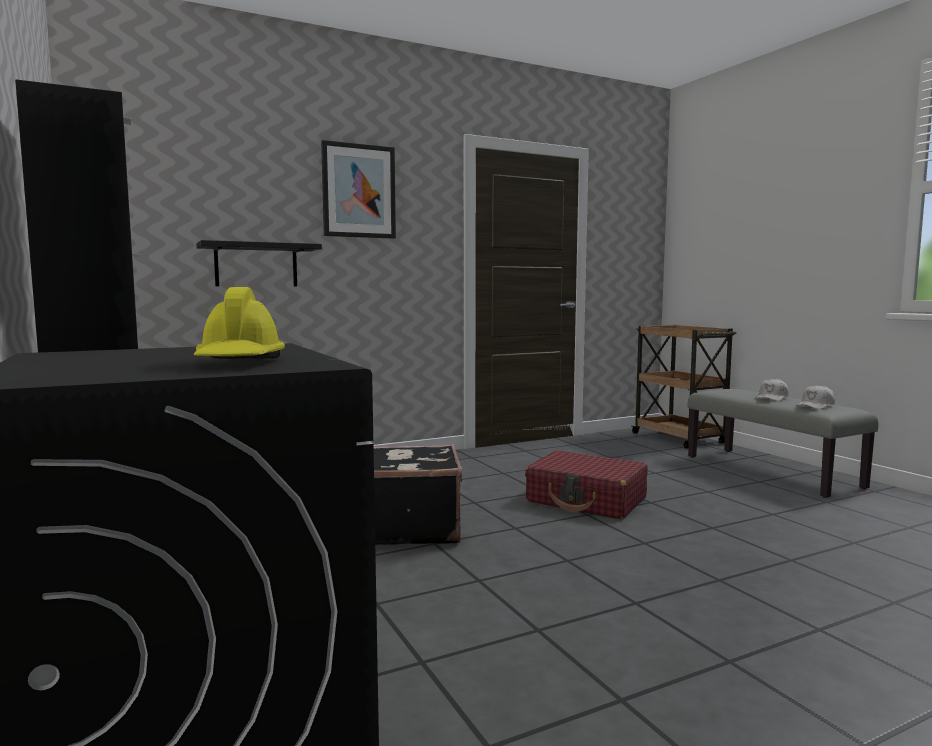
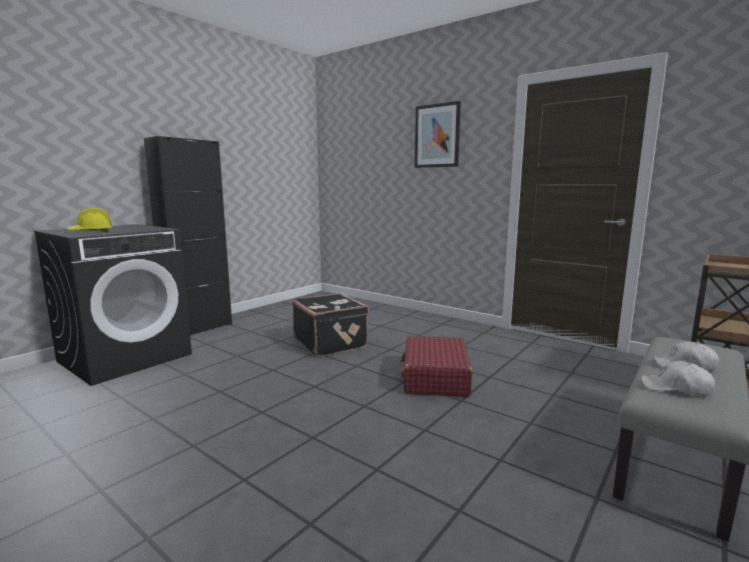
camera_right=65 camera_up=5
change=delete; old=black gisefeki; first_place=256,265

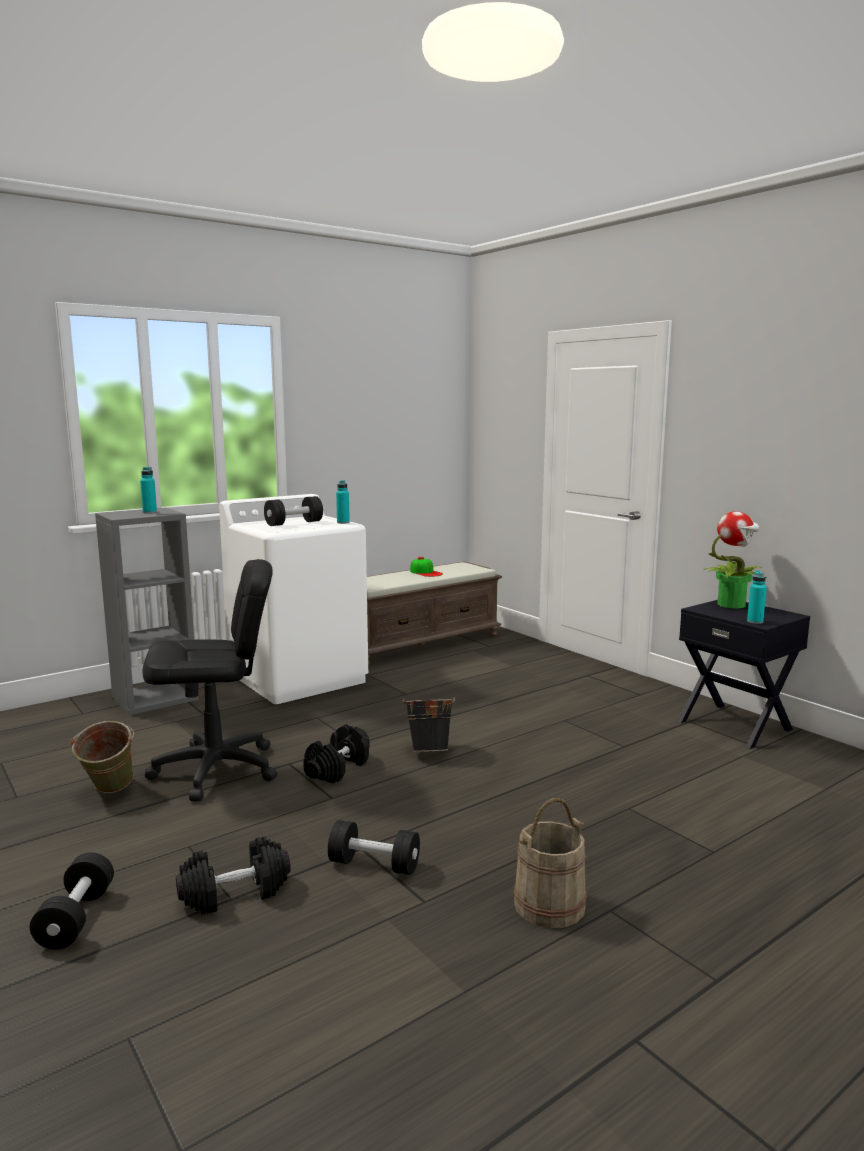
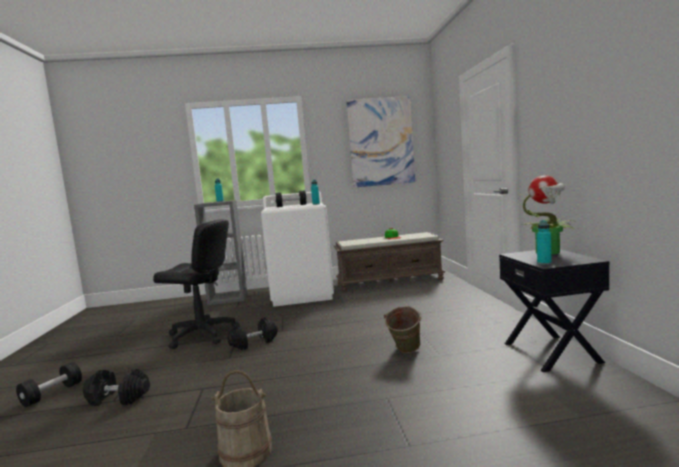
camera_right=30 camera_up=-5
change=delete; old=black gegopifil; first_place=429,750
change=move; old=green gegopifil; first_place=108,792; second_place=405,352
change=delete; old=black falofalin; first_place=374,865
change=insert; new=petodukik; second_place=381,142

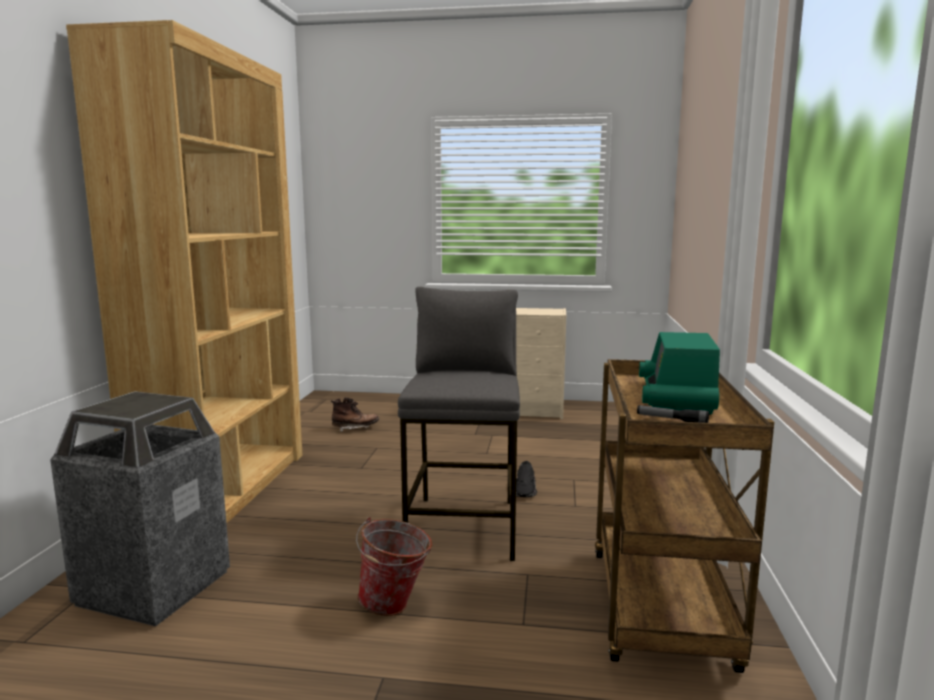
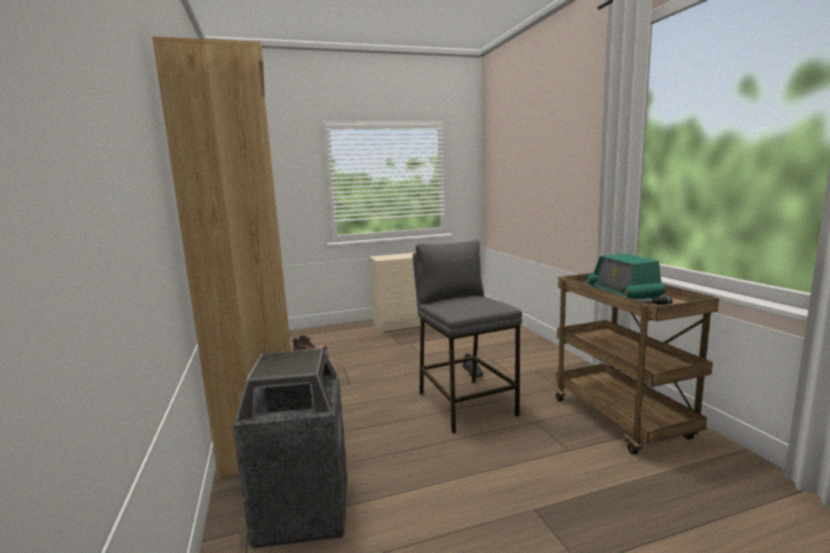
camera_right=-25 camera_up=0
change=delete; old=gegopifil; first_place=395,606

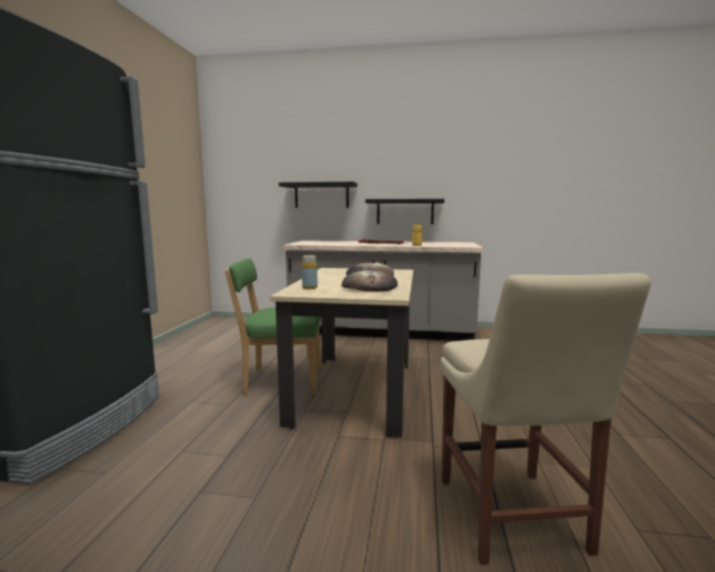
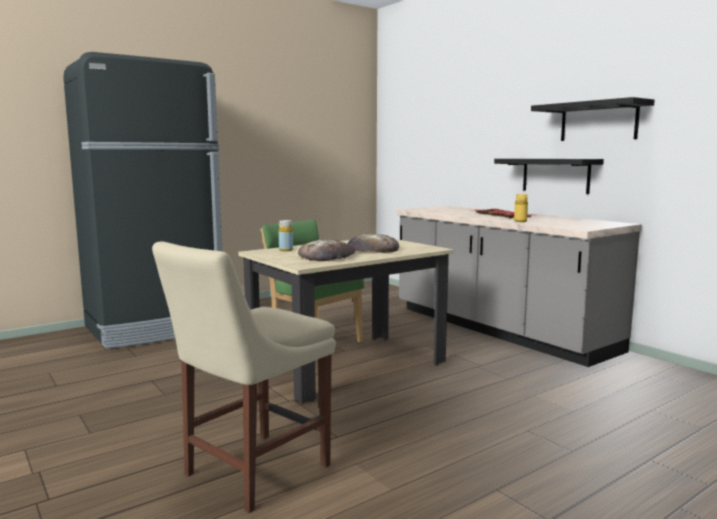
camera_right=45 camera_up=0
change=move; old=black gisefeki; first_place=321,195; second_place=598,122

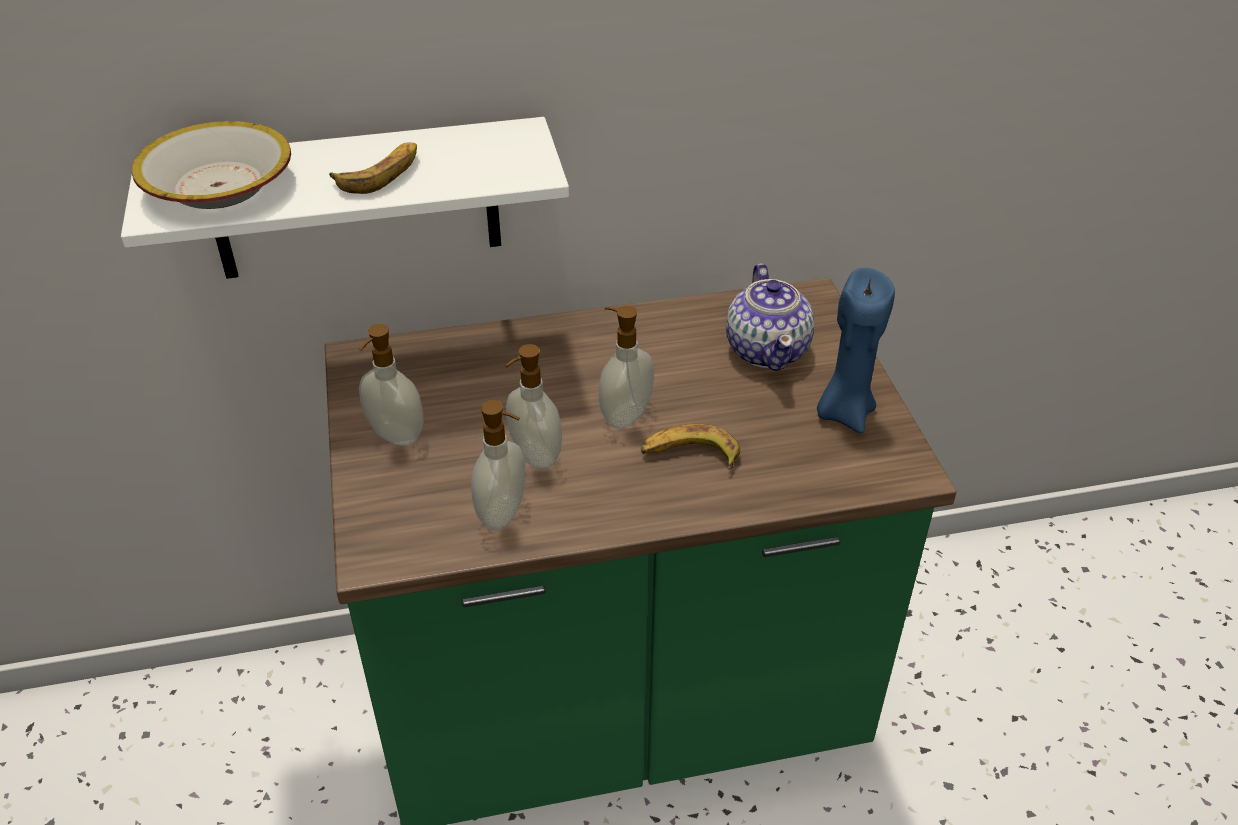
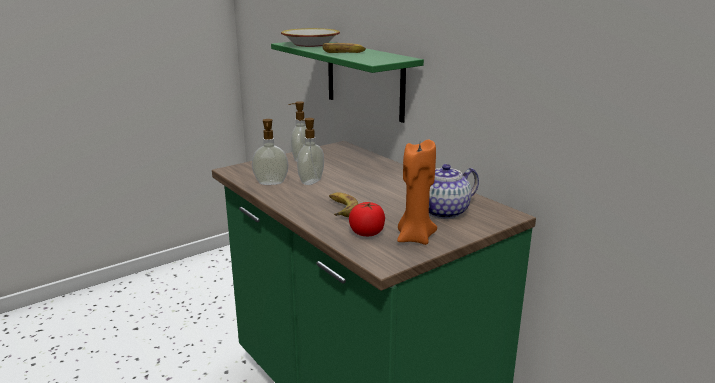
camera_right=65 camera_up=-20
change=recolor; old=white gisefeki; new=green gisefeki; first_place=355,200; second_place=364,79
change=recolor; old=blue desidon; new=orange desidon; first_place=844,412; second_place=415,238
change=delete; old=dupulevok; first_place=624,415
change=insert; new=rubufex; second_place=367,233

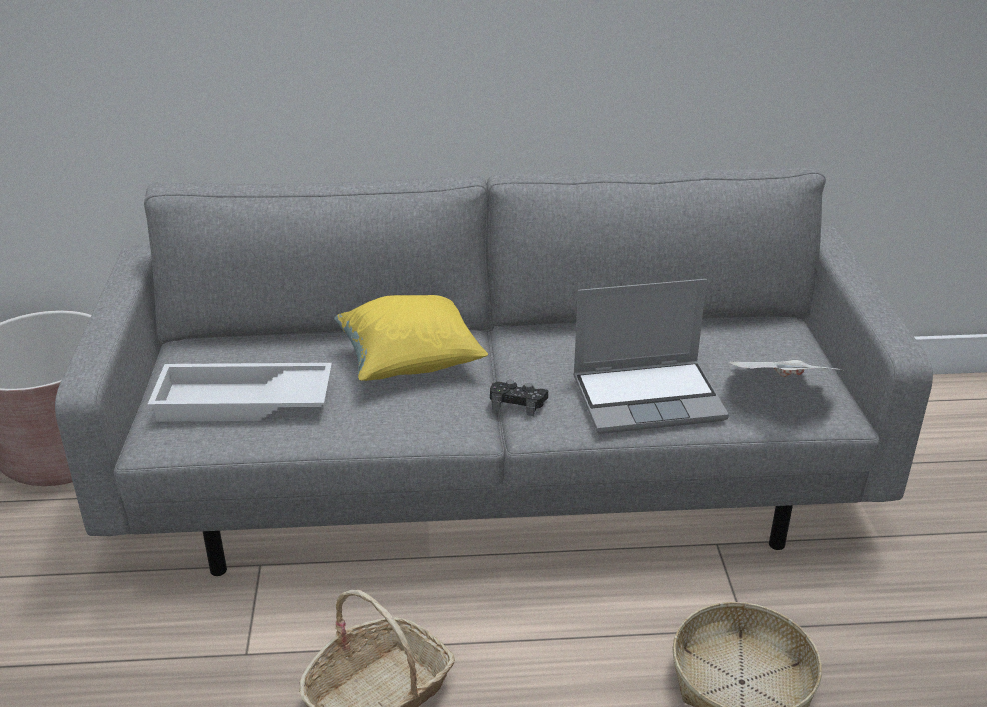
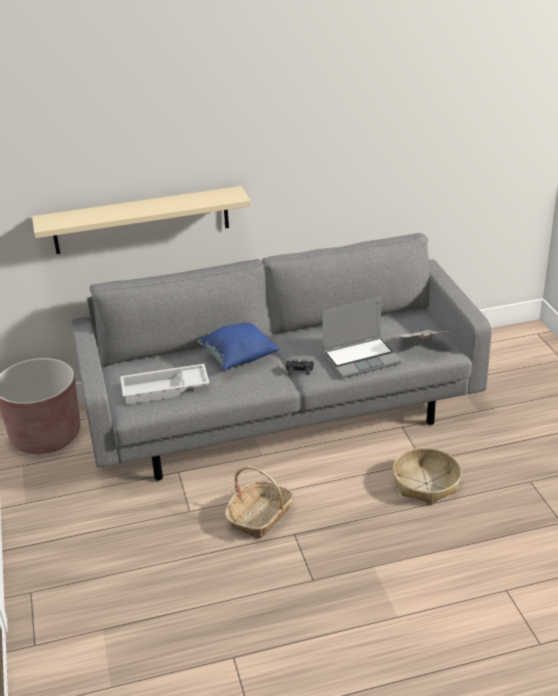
camera_right=-10 camera_up=0
change=recolor; old=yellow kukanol; new=blue kukanol; first_place=409,364; second_place=238,359
change=insert; new=beige gisefeki; second_place=141,220

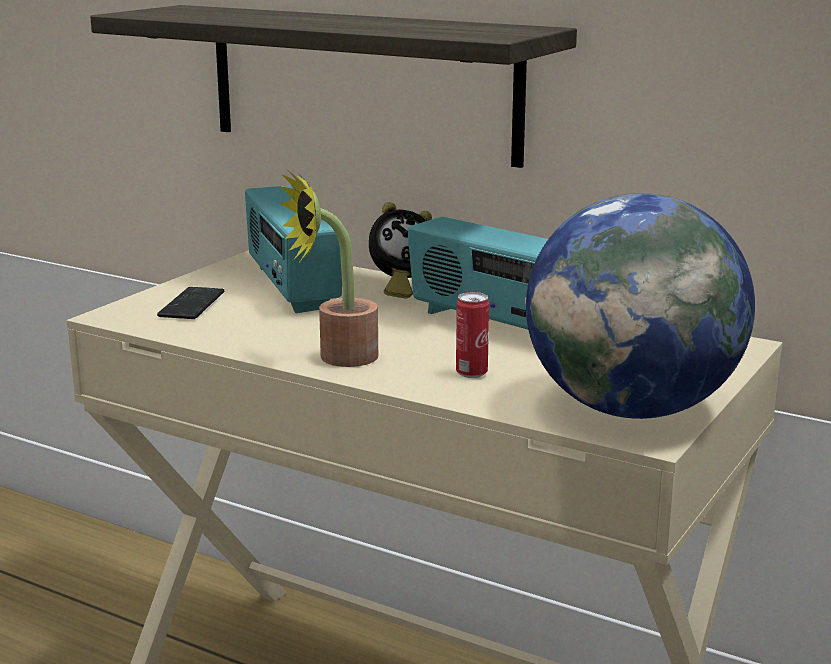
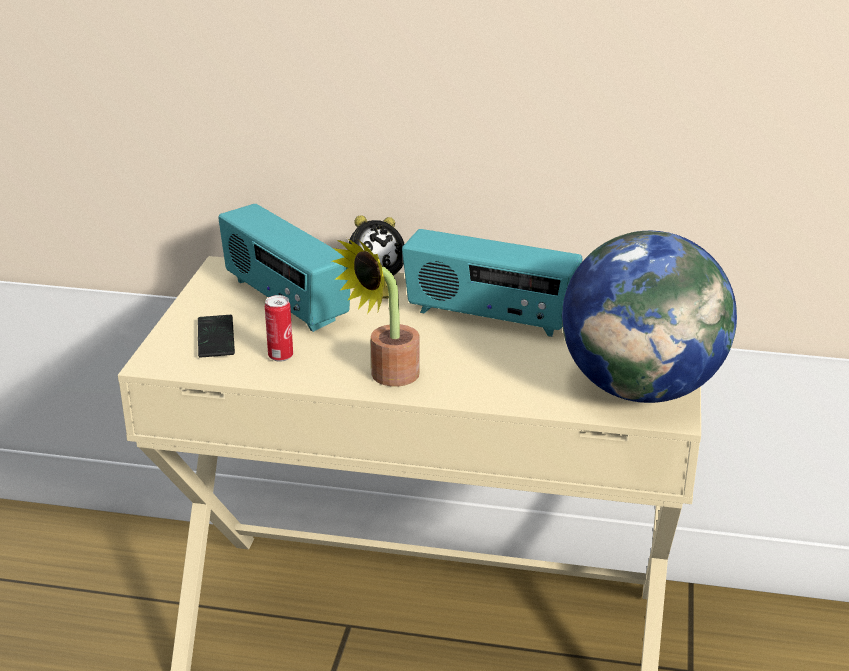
camera_right=-20 camera_up=10
change=delete; old=gisefeki; first_place=361,82
change=move; old=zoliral; first_place=471,373; second_place=280,356

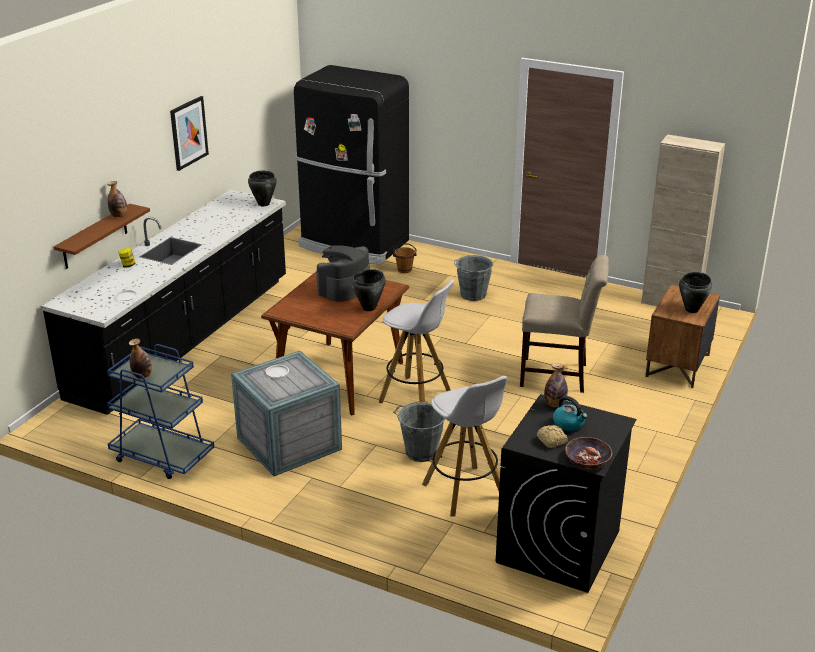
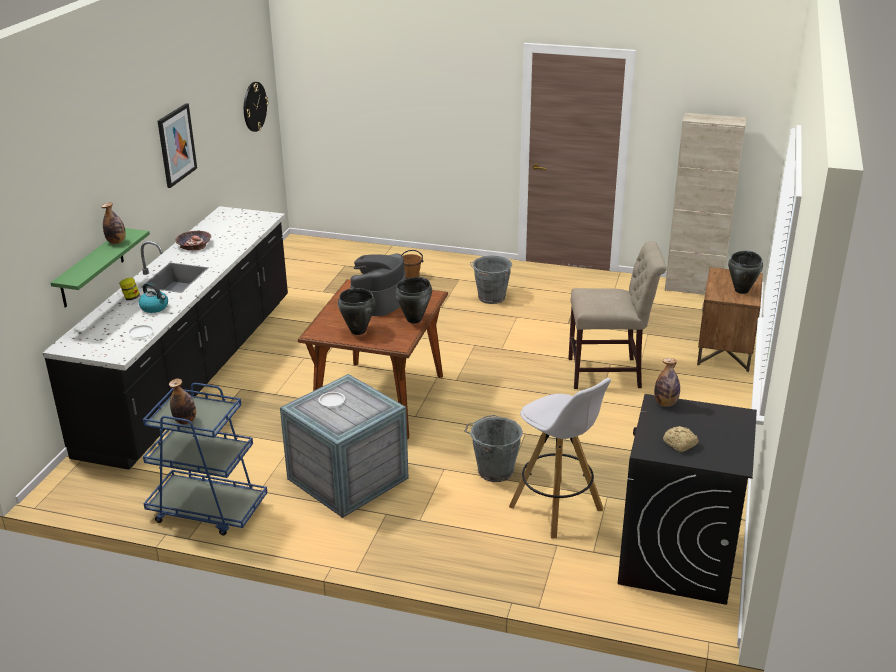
camera_right=-10 camera_up=0
change=delete; old=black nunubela; first_place=353,244
change=move; old=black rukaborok; first_place=263,204; second_place=358,331
change=recolor; old=brown gisefeki; new=green gisefeki; first_place=95,237; second_place=92,268
change=delete; old=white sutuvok; first_place=416,396
change=move; old=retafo; first_place=569,423; second_place=155,307
change=move; old=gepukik; first_place=587,459; second_place=194,245
change=insert; new=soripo; second_place=254,106

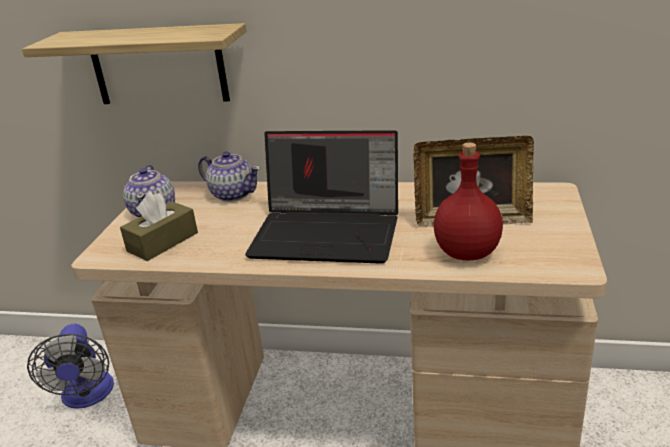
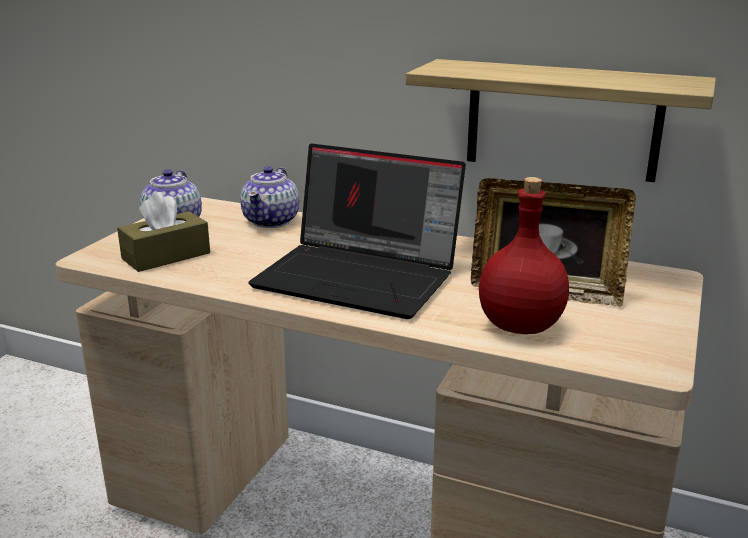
camera_right=10 camera_up=-5
change=move; old=gisefeki; first_place=158,65; second_place=562,120
change=rotate; old=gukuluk; first_place=233,194; second_place=272,221; degrees=60
change=delete; old=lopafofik; first_place=87,396

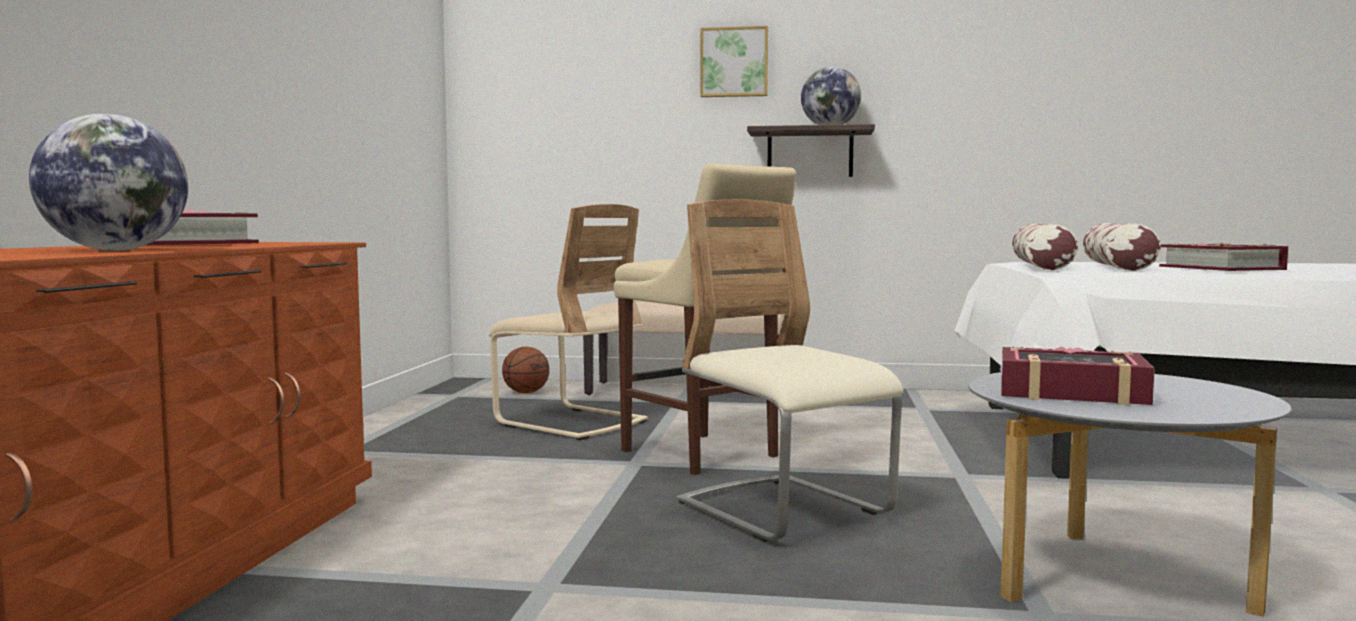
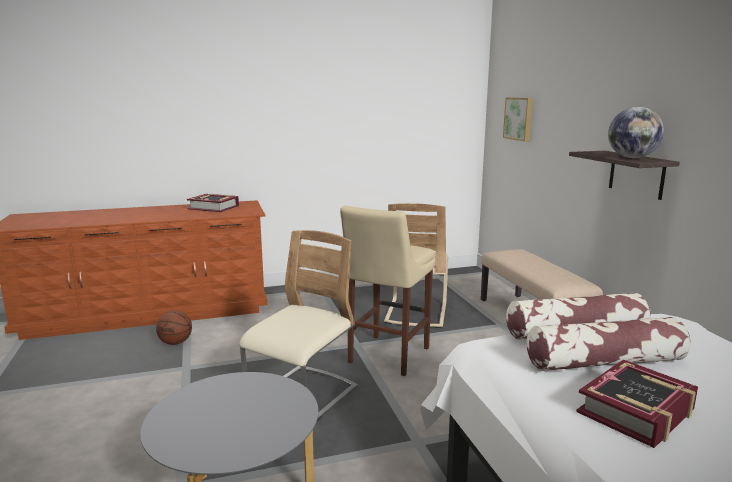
camera_right=65 camera_up=10
change=move; old=petodukik; first_place=734,62; second_place=519,118
change=delete; old=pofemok; first_place=115,250
change=move; old=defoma; first_place=526,392; second_place=176,342
change=delete; old=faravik; first_place=1071,392

